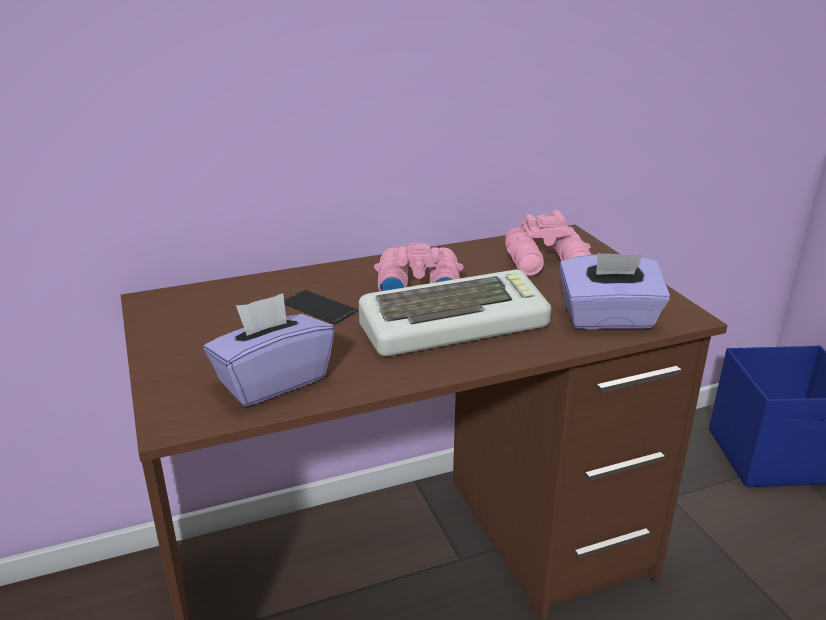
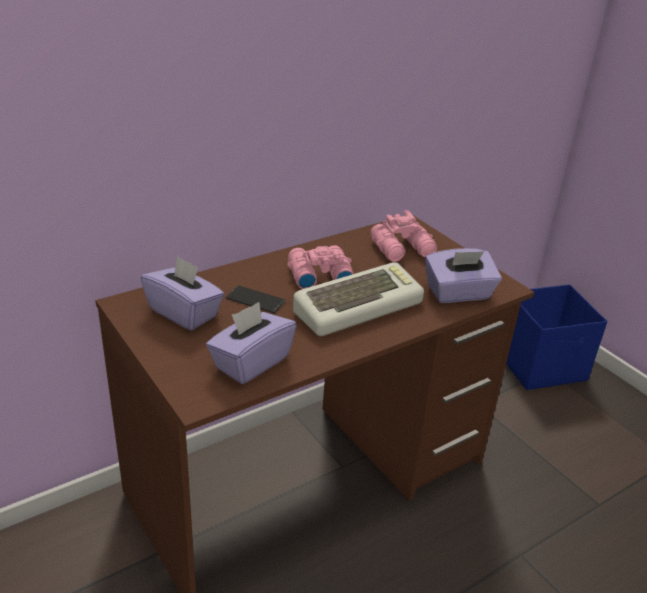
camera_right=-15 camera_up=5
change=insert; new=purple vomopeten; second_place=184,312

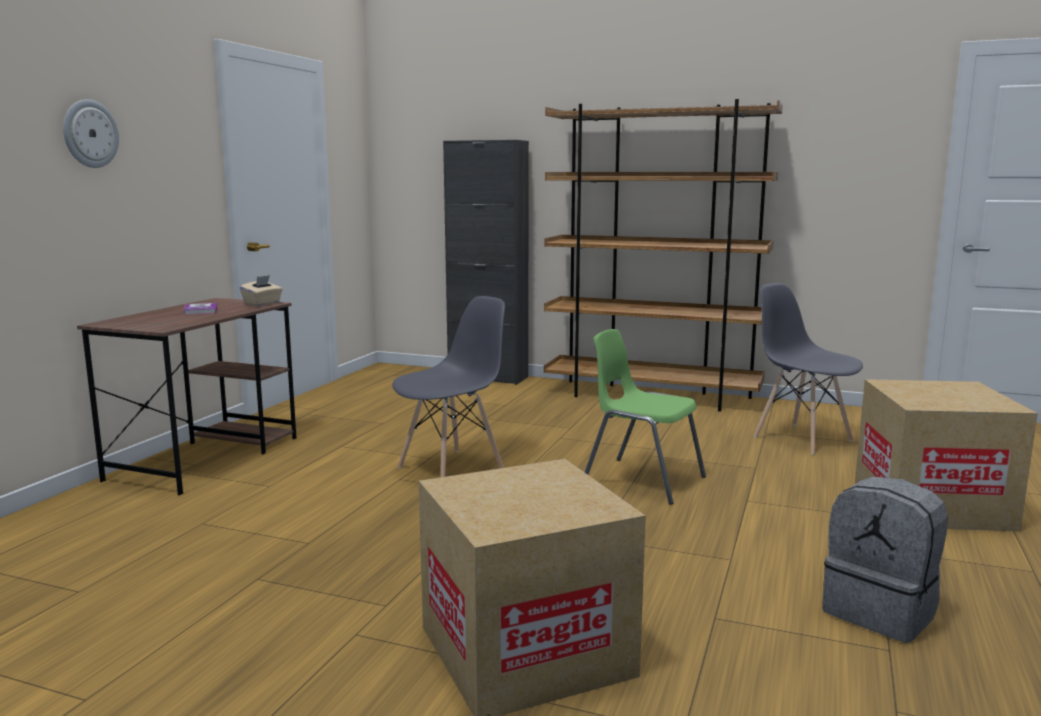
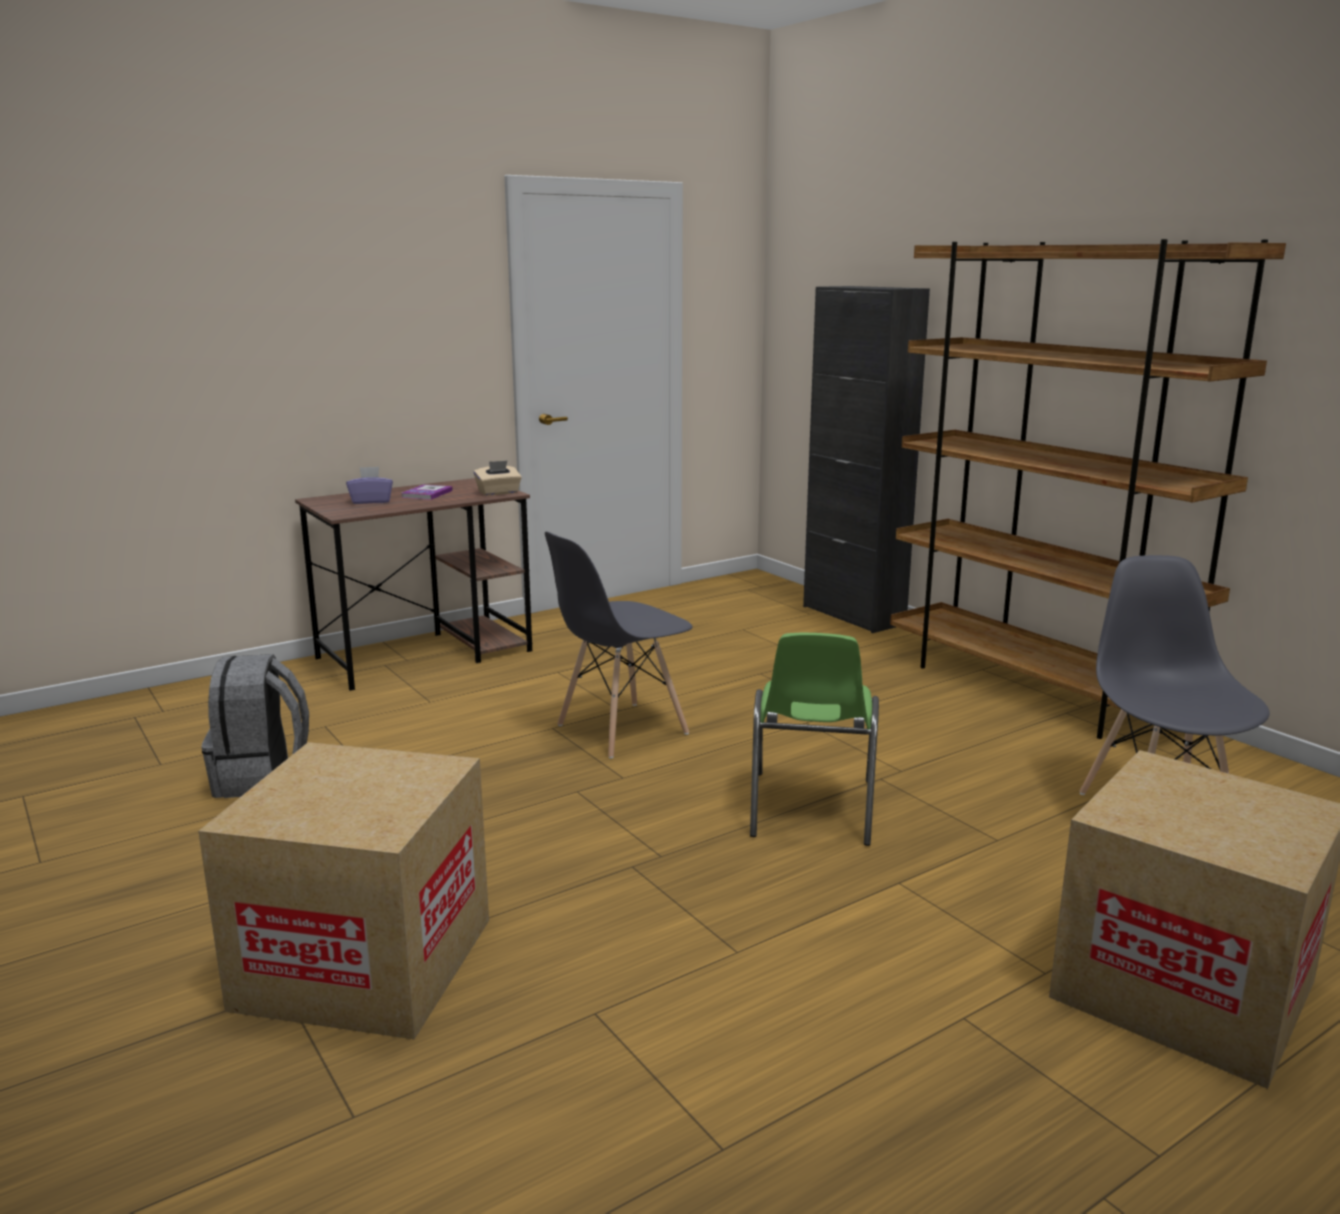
camera_right=35 camera_up=5
change=delete; old=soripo; first_place=90,134
change=rotate; old=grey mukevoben; first_place=451,468; second_place=621,730; degrees=150
change=rotate; old=green mukevoben; first_place=642,479; second_place=810,809; degrees=-150
change=move; old=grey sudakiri; first_place=881,612; second_place=261,778
change=insert; new=purple vomopeten; second_place=371,501

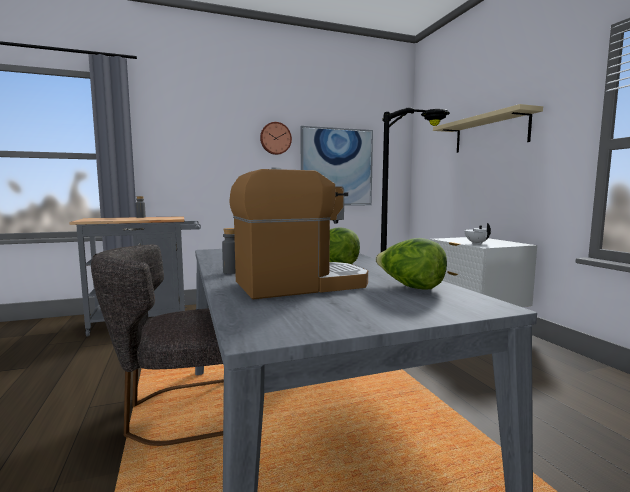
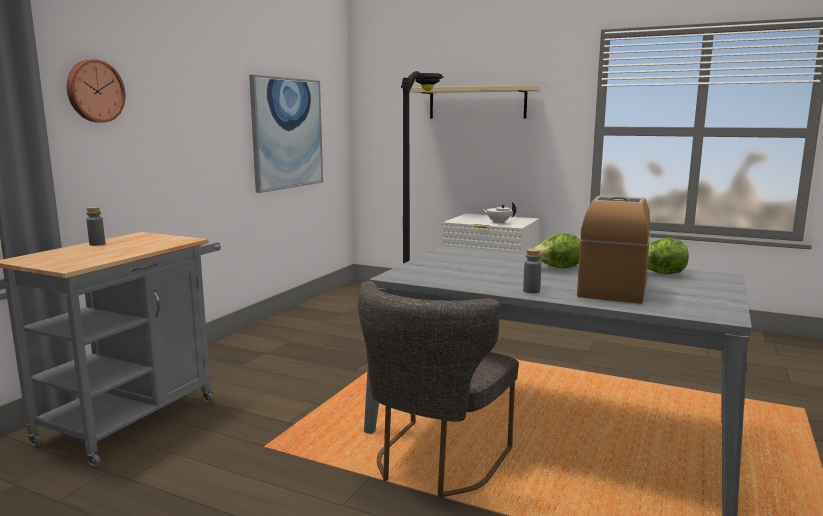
camera_right=-45 camera_up=5
change=move; old=soripo; first_place=275,138; second_place=94,91

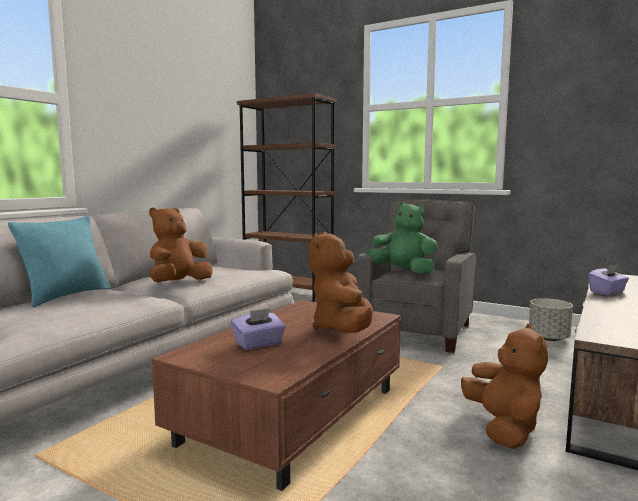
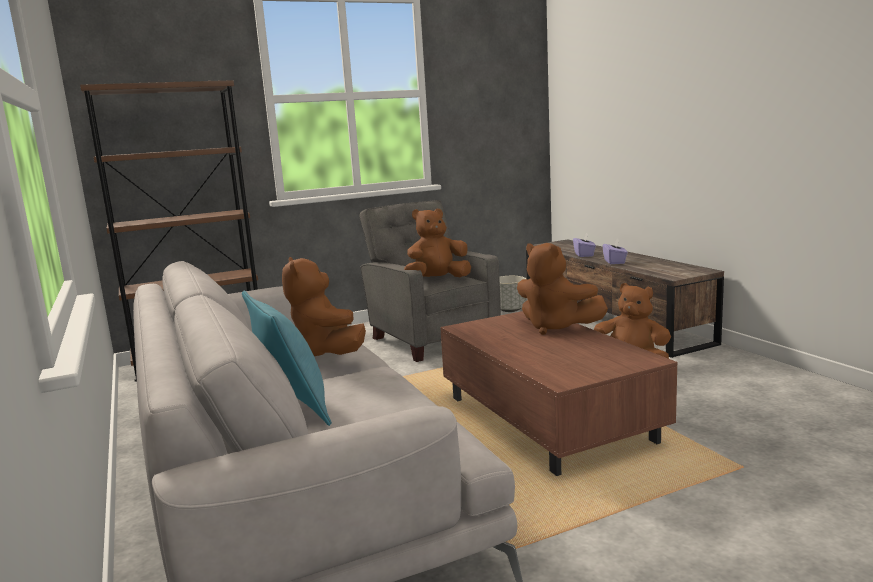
camera_right=-55 camera_up=5
change=recolor; old=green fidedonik; new=brown fidedonik; first_place=403,271; second_place=437,280
change=move; old=purple vomopeten; first_place=259,344; second_place=614,262

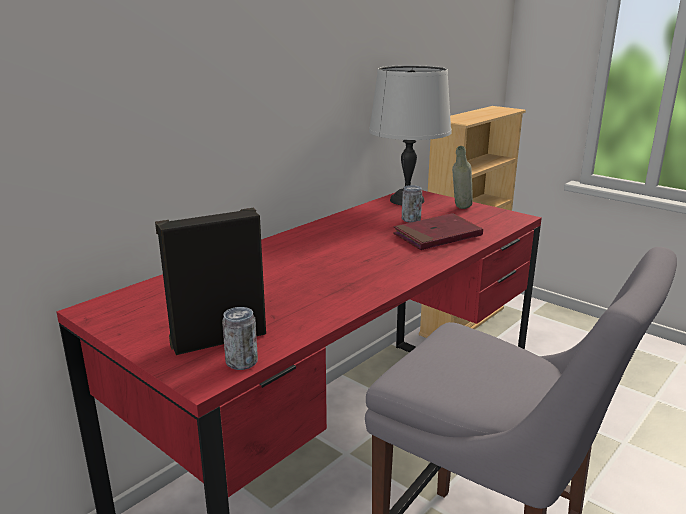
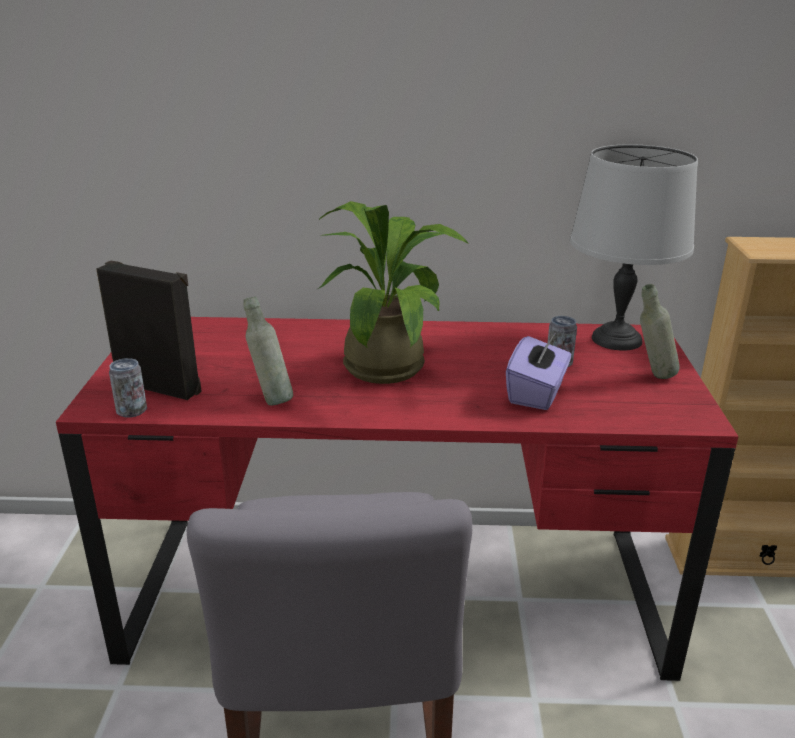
camera_right=50 camera_up=5
change=replace; old=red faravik; new=purple vomopeten; first_place=437,236; second_place=537,393
change=insert; new=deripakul; second_place=389,363
change=insert; new=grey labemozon; second_place=271,400

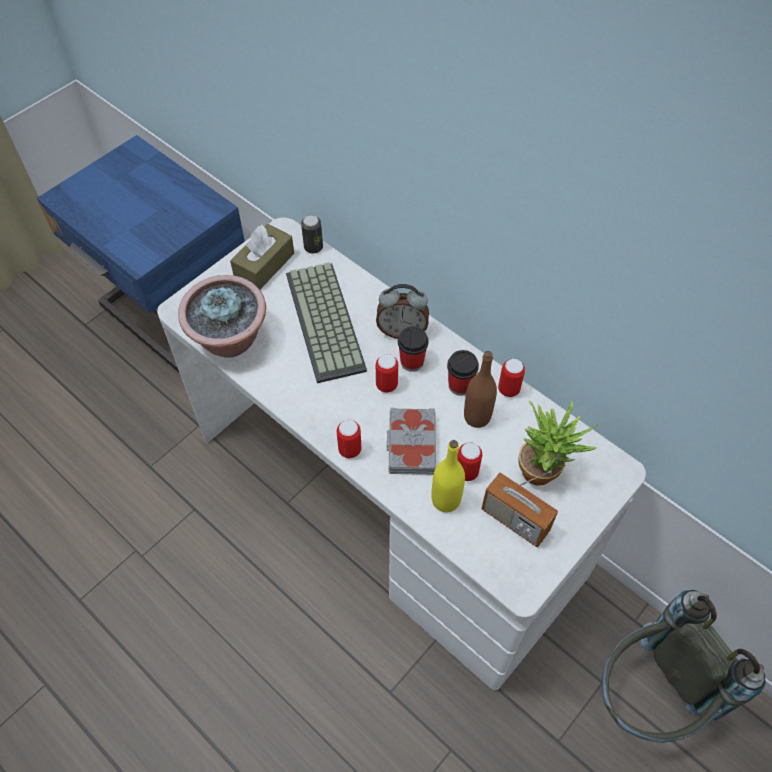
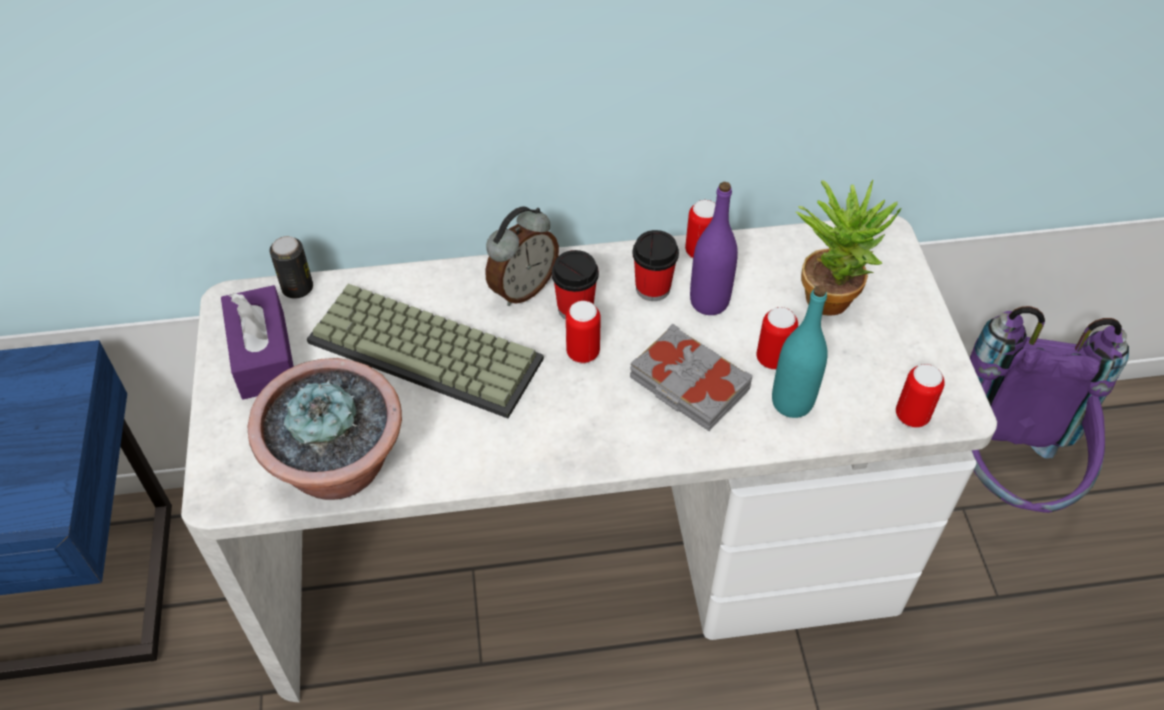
camera_right=-50 camera_up=-5
change=recolor; old=brown vomopeten; new=purple vomopeten; first_place=264,265; second_place=263,355
change=recolor; old=brown labemozon; new=purple labemozon; first_place=477,417; second_place=709,302
change=move; old=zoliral; first_place=350,449; second_place=912,416
change=recolor; old=yellow labemozon; new=turquoise labemozon; first_place=445,500; second_place=792,402
change=delete; old=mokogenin; first_place=515,520
change=recolor; old=grey sudakiri; new=purple sudakiri; first_place=648,695; second_place=1005,479

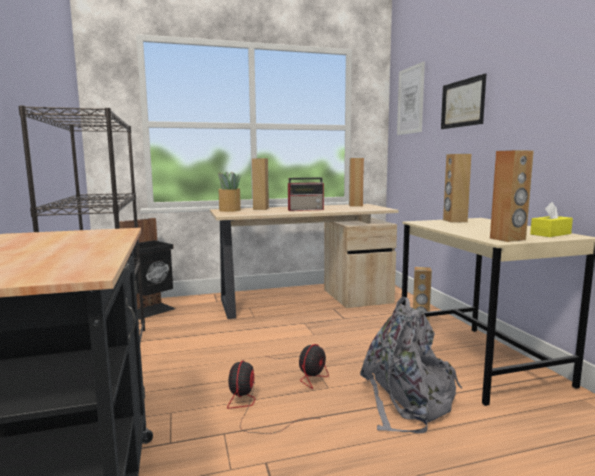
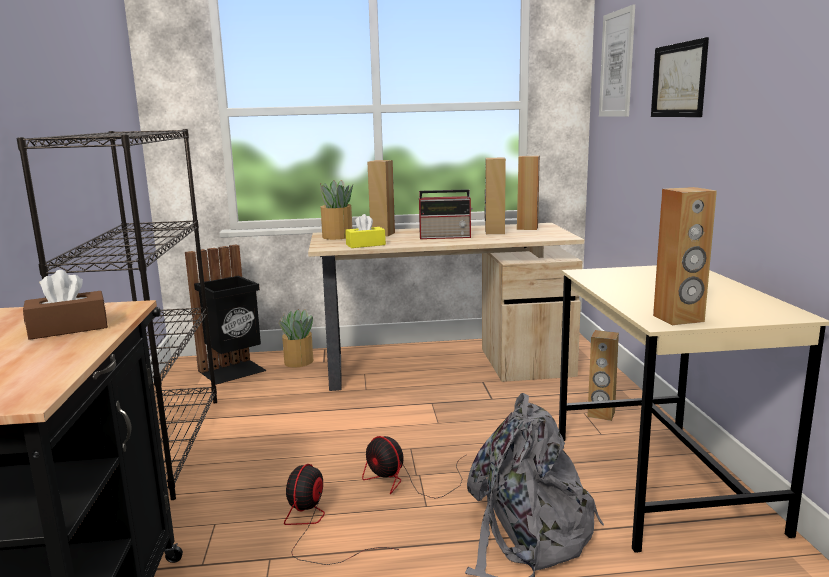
camera_right=10 camera_up=5
change=move; old=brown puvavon; first_place=454,221; second_place=494,232
change=move; old=yellow vomopeten; first_place=550,234; second_place=365,245
change=rotate; old=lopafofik; first_place=308,373; second_place=407,482; degrees=90
change=insert; new=brown vomopeten; second_place=68,328
change=insert; new=deripakul; second_place=298,362

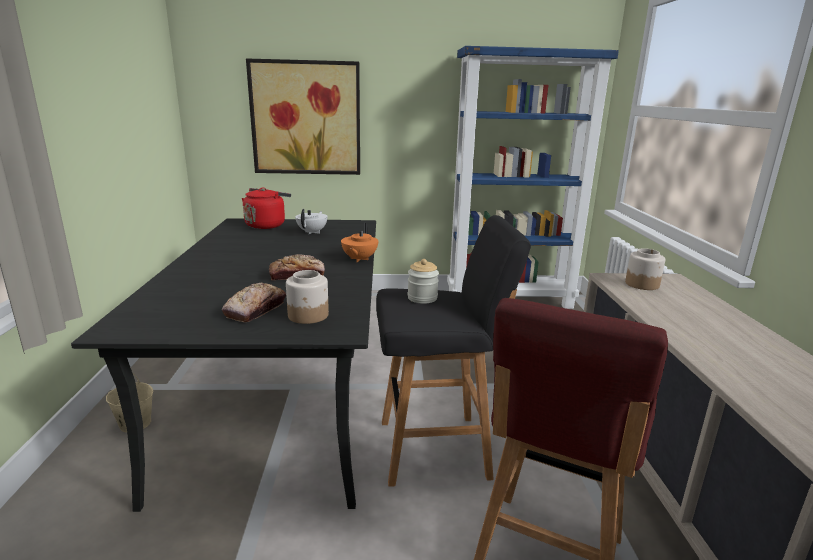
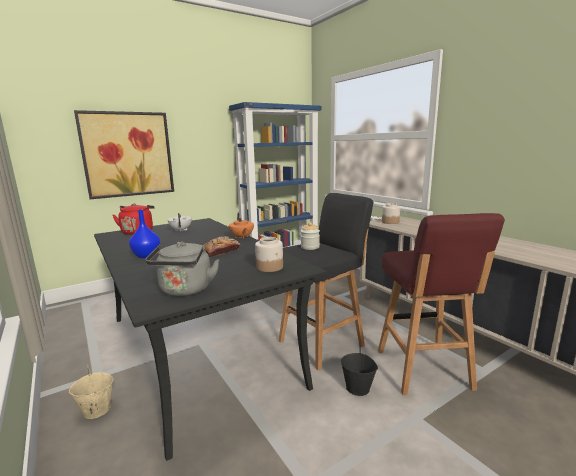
camera_right=-30 camera_up=-5
change=delete; old=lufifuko; first_place=256,309
change=insert; new=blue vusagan; second_place=146,256
change=insert; new=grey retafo; second_place=185,291
change=insert; new=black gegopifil; second_place=358,388

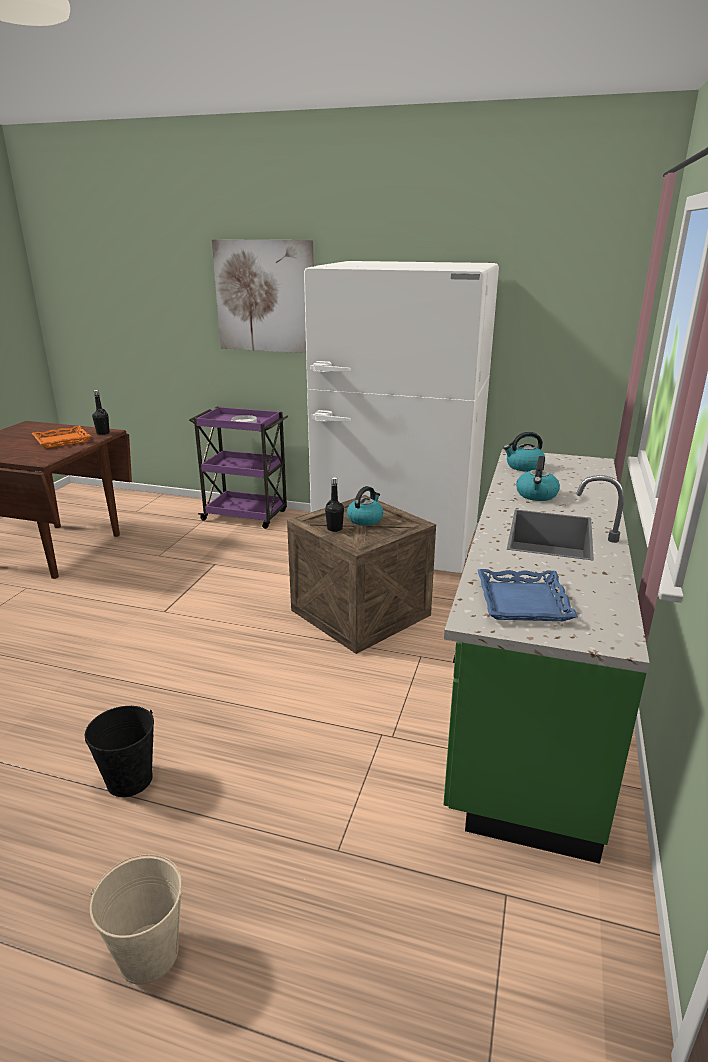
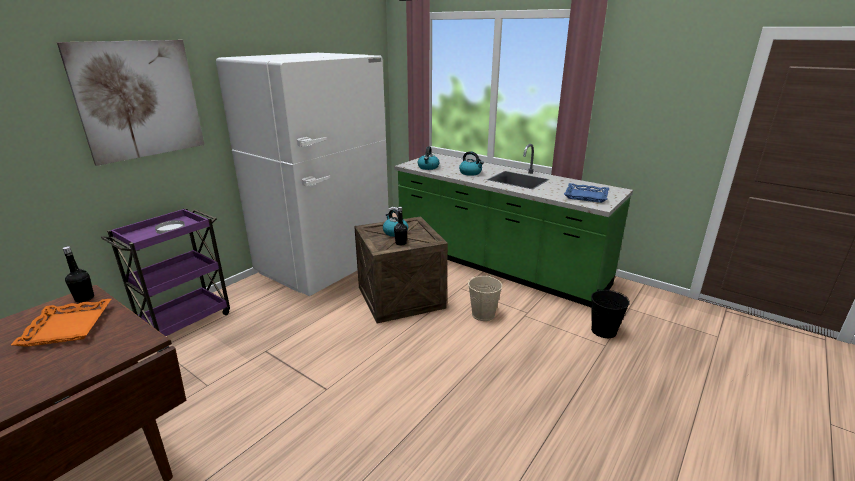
camera_right=-70 camera_up=0
change=move; old=black gegopifil; first_place=129,779; second_place=603,331
change=move; old=beige gegopifil; first_place=148,955; second_place=483,314

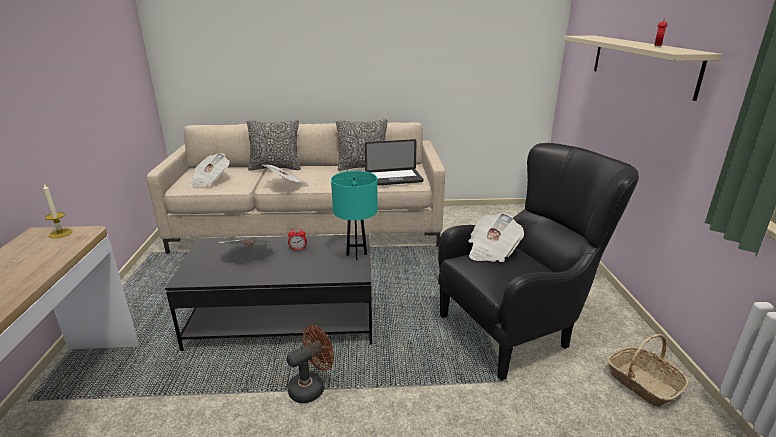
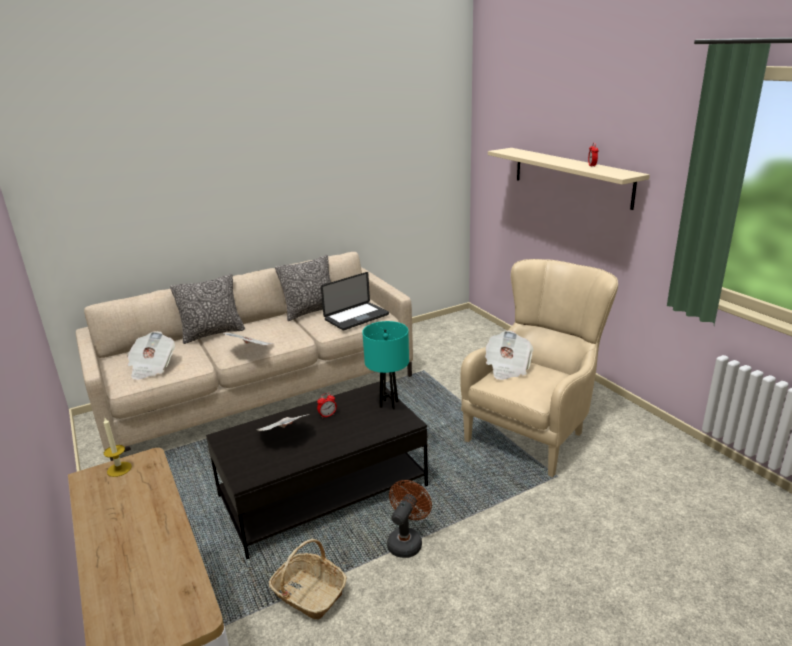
camera_right=-25 camera_up=0
change=recolor; old=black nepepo; new=beige nepepo; first_place=519,328; second_place=535,430
change=move; old=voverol; first_place=642,383; second_place=308,594

